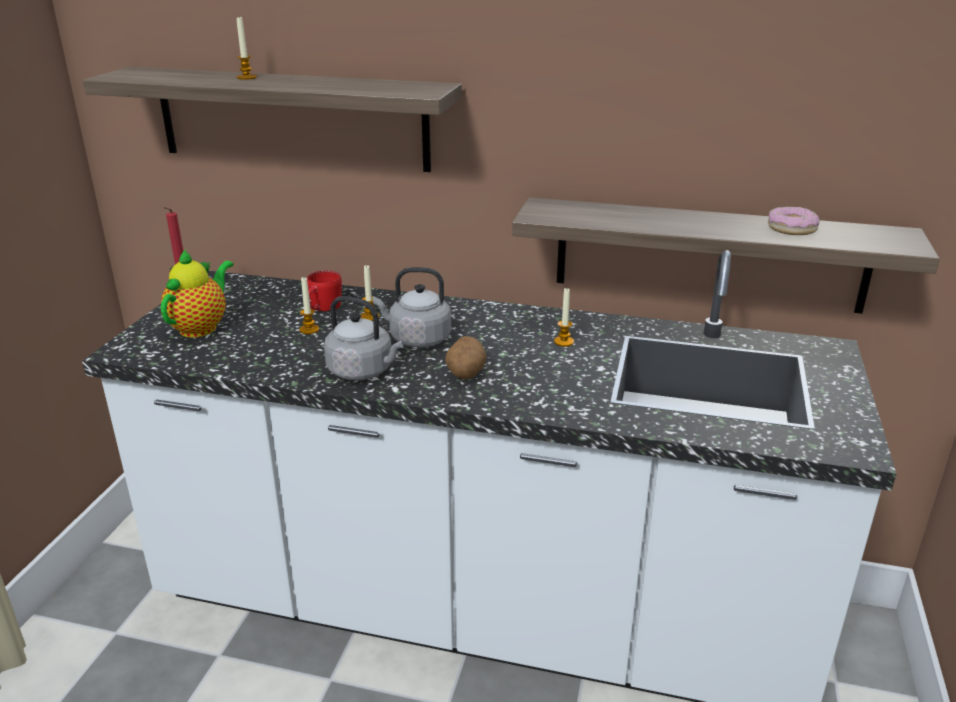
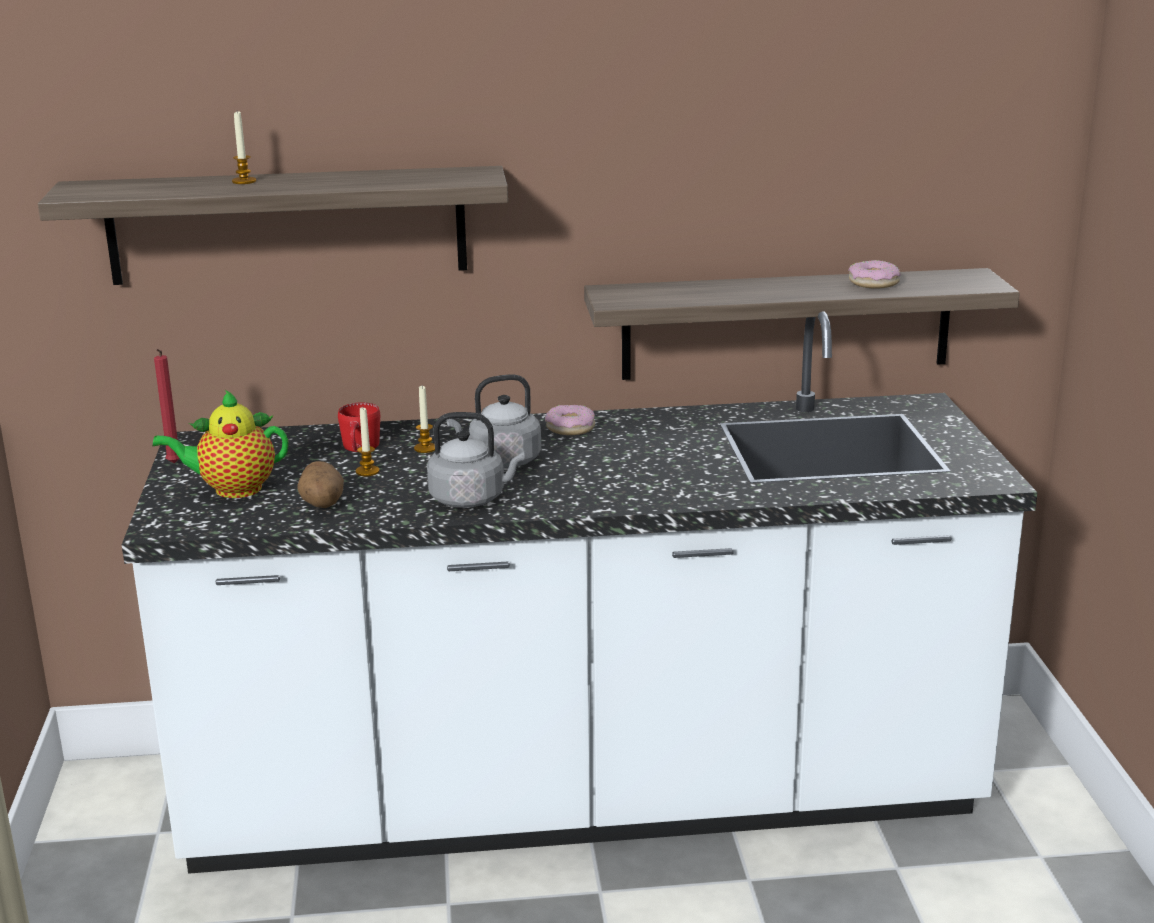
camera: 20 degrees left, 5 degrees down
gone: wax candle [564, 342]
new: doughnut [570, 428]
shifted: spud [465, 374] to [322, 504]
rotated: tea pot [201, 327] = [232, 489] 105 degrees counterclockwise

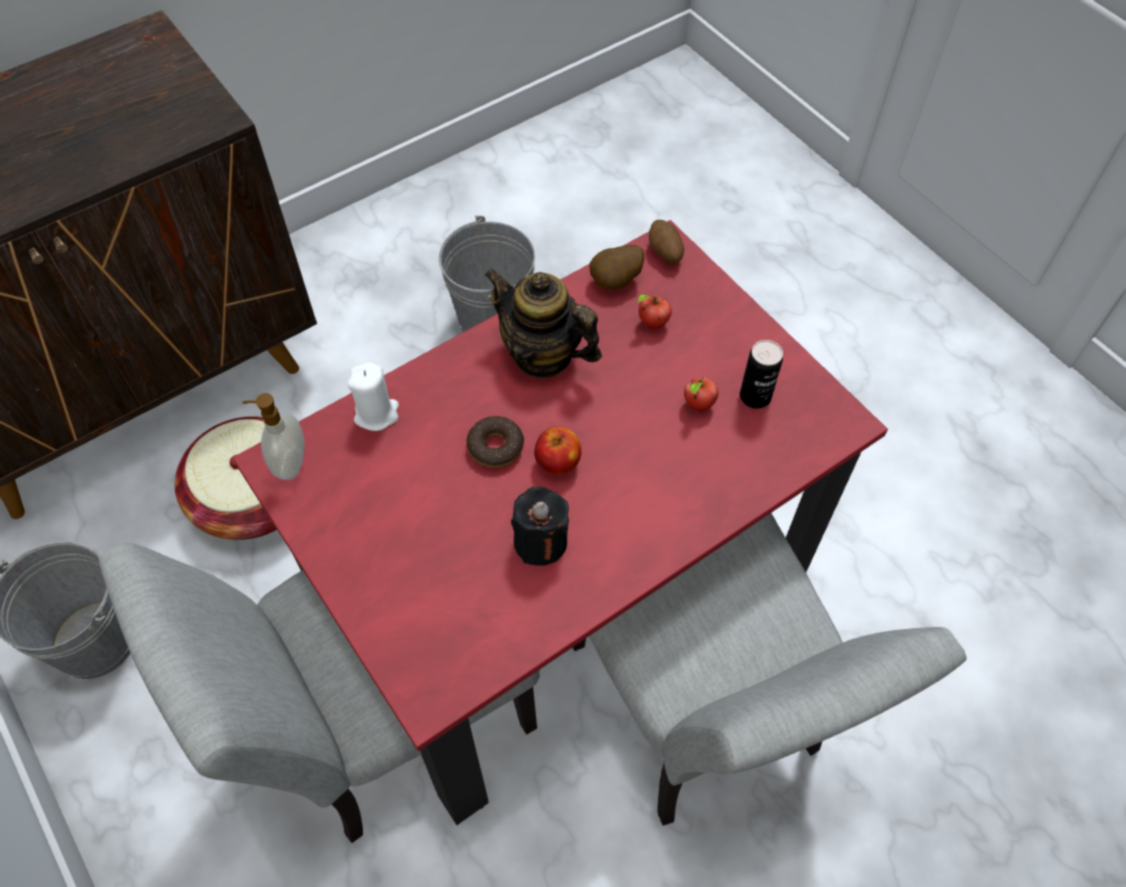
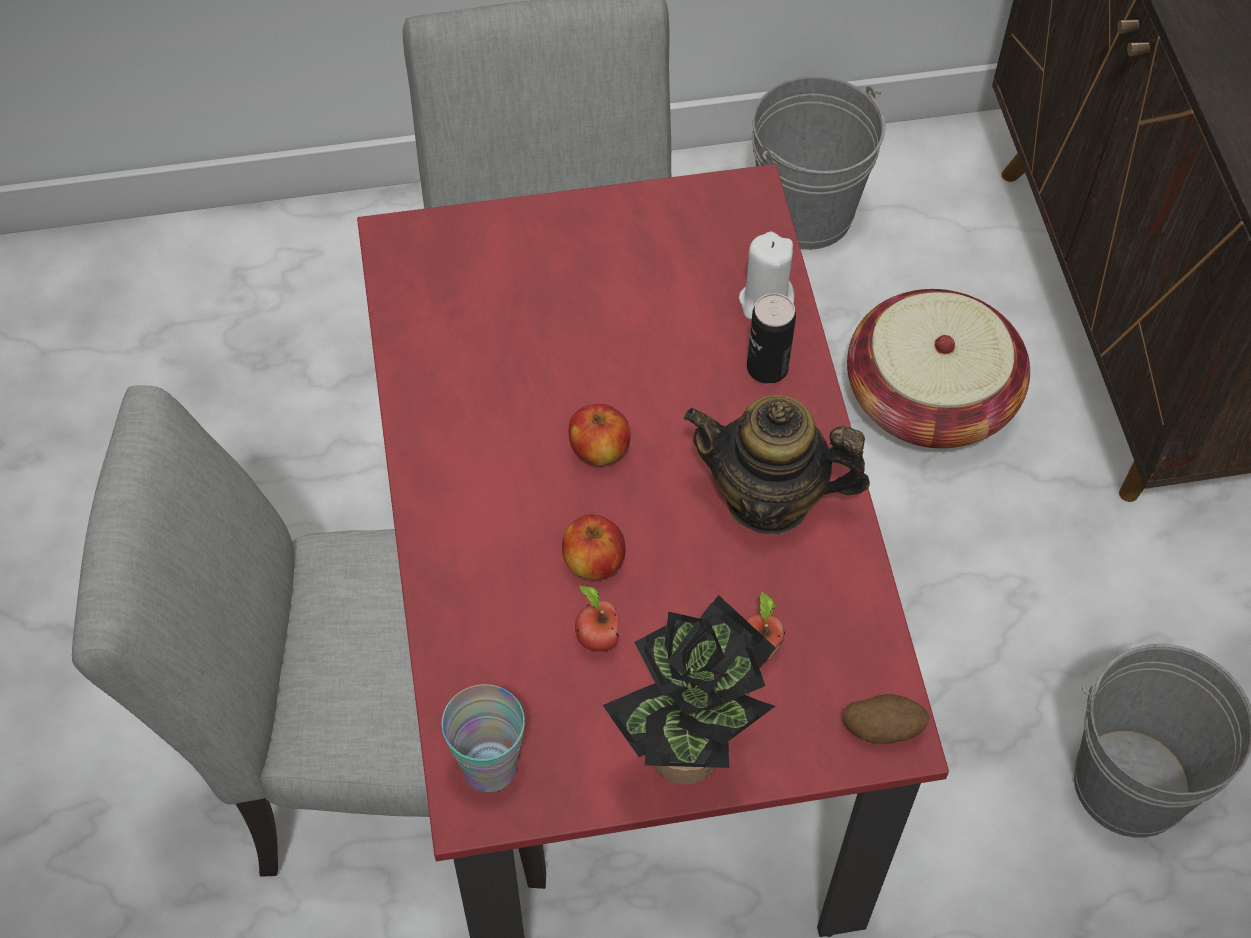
camera: 115 degrees right, 0 degrees up
gone: spud [616, 282]; soap bottle [289, 463]; doughnut [495, 447]; wax candle in blackish [540, 541]
new: whole apple [594, 563]; houseplant [688, 762]; small cup [489, 767]
shifted: can [755, 396] to [767, 368]
rotated: tea pot [543, 355] = [769, 499] 135 degrees counterclockwise

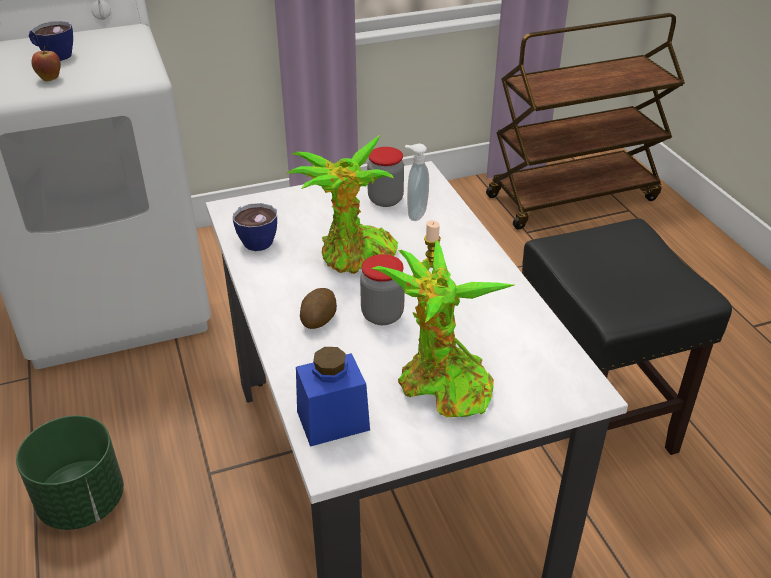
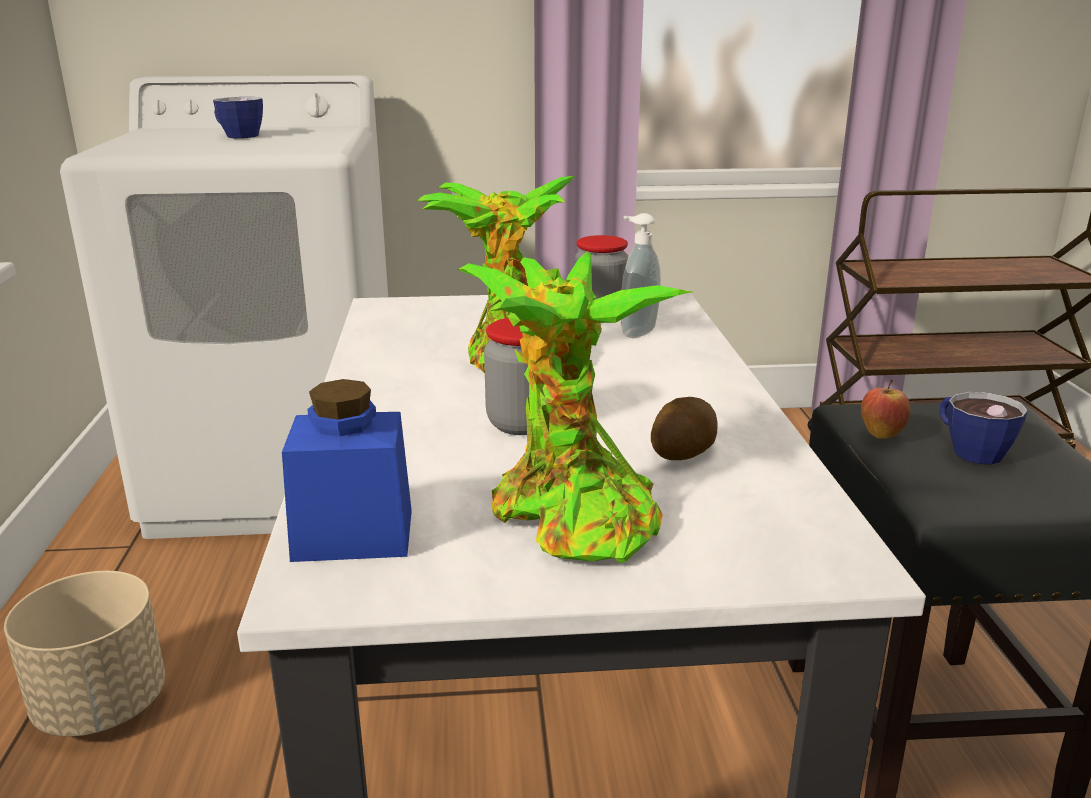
camera: 15 degrees right, 15 degrees down
gone: wax candle [431, 262]
shifted: whole apple [50, 79] to [881, 435]; small cup [254, 240] to [969, 449]; spud [318, 319] to [682, 451]
repainted: flower pot in green [83, 502] to flower pot in sand-coloured [103, 706]

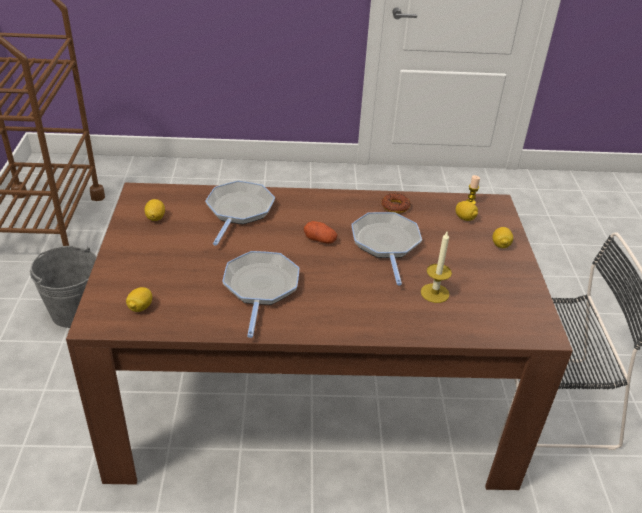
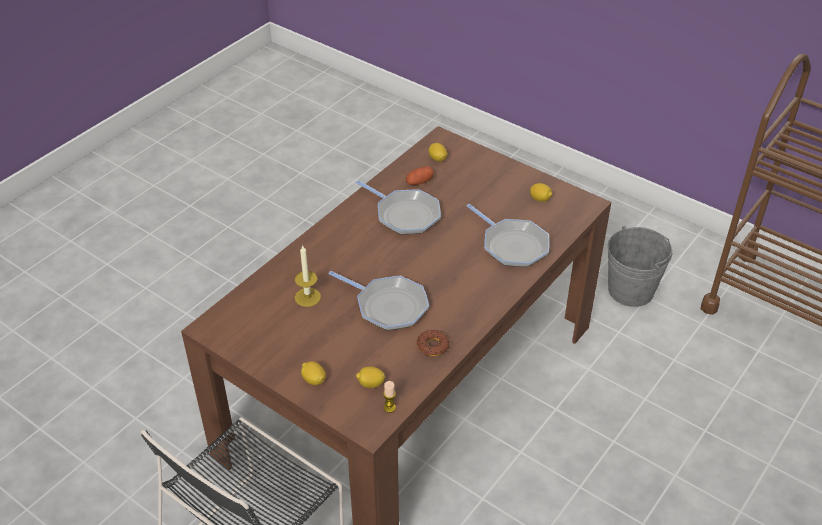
camera: 130 degrees right, 5 degrees up
shifted: spud [320, 239] to [419, 182]

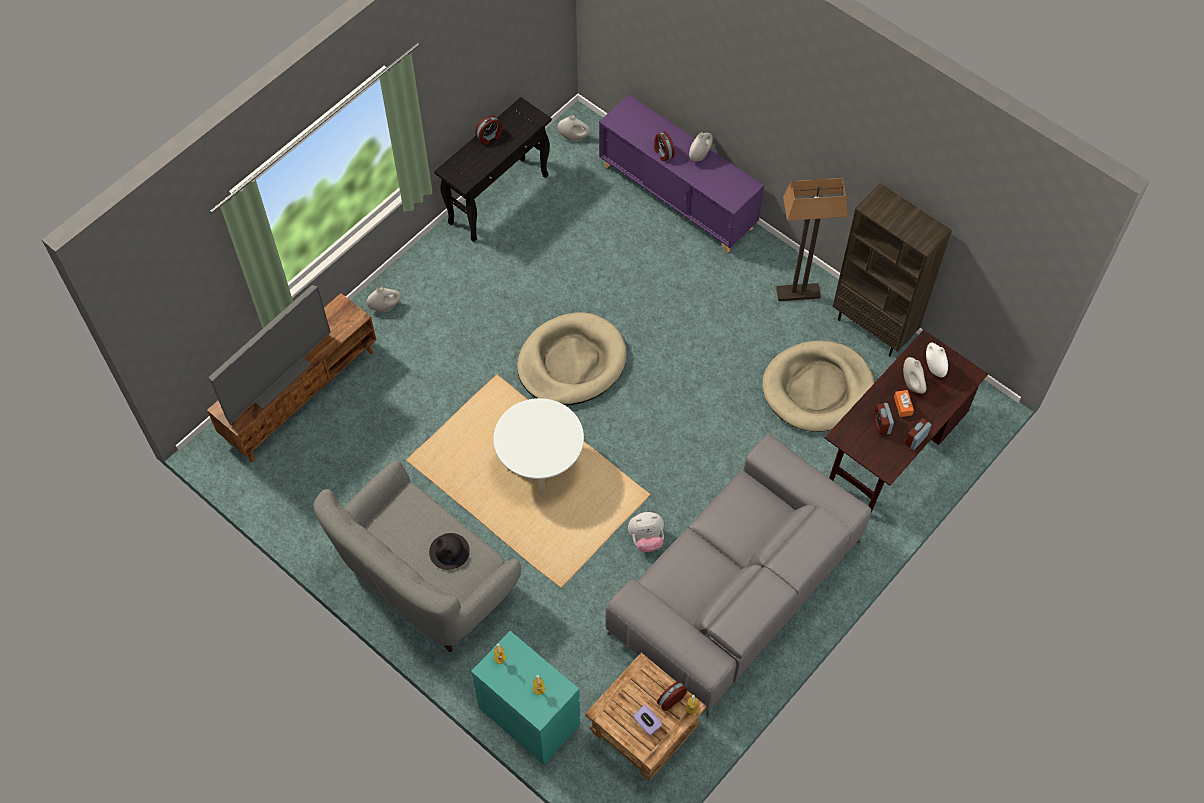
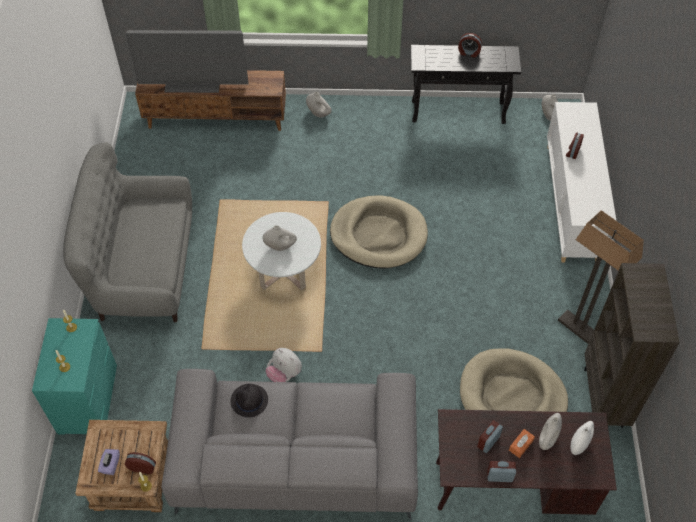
camera: 50 degrees right, 5 degrees down
shifted: flower vase in white-coloured [699, 155] to [280, 246]; wearable hat in blackish [449, 552] to [249, 401]
repainted: storage cabinet in purple-coloured [678, 197] to storage cabinet in white-coloured [572, 202]

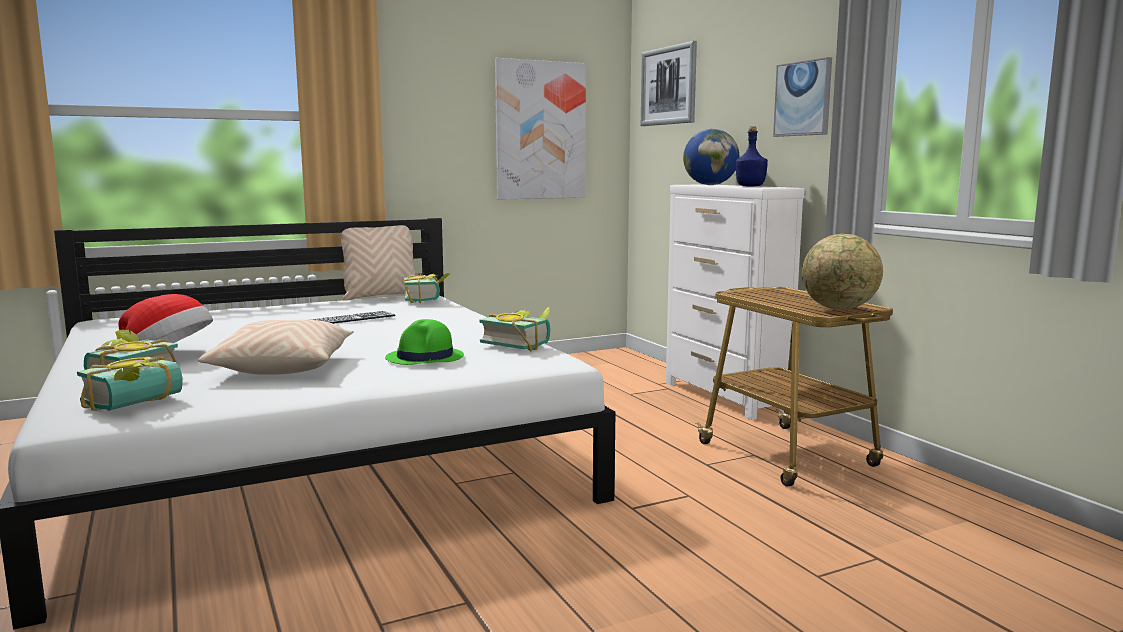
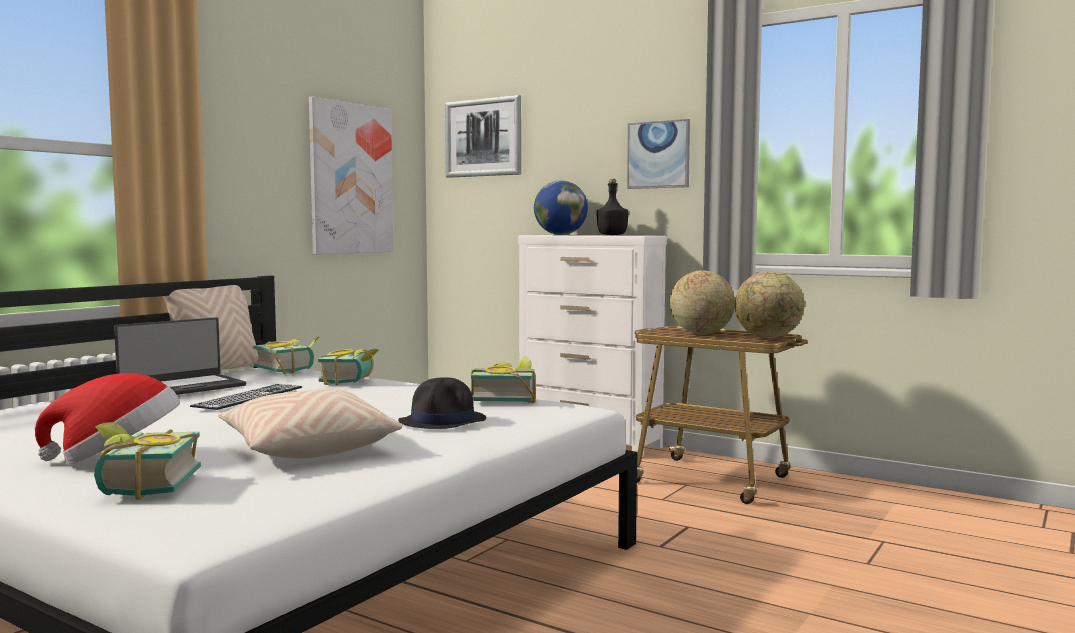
camera: 30 degrees left, 5 degrees down
new: world globe [701, 334]; portable computer [182, 387]
shifted: book [138, 404] to [353, 381]
repainted: beverage bottle in blue [750, 186] to beverage bottle in blackish [611, 235]; wearable hat in green [425, 358] to wearable hat in blackish [443, 421]

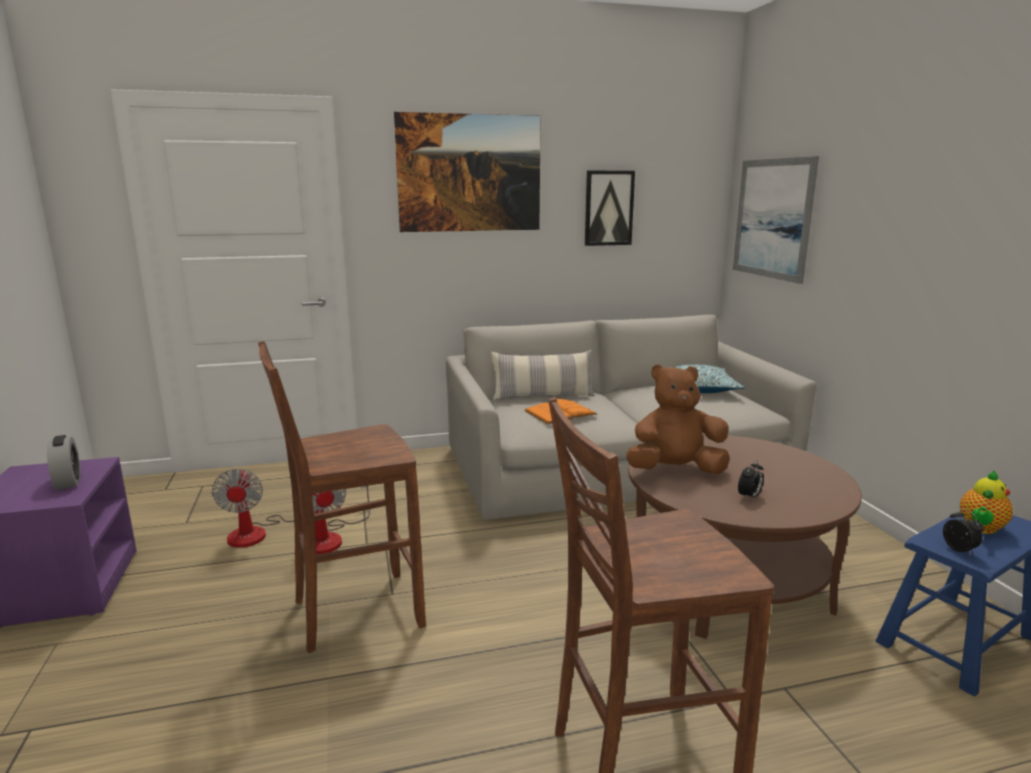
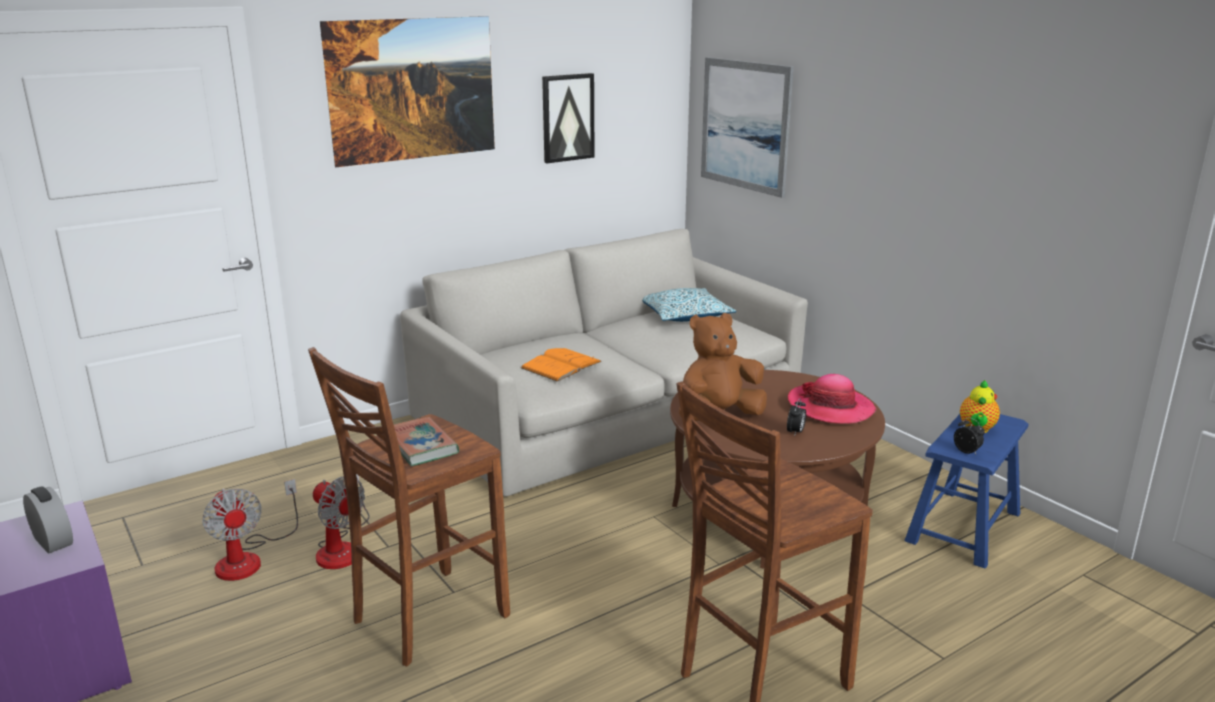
camera: 20 degrees left, 5 degrees up
gone: cushion [542, 396]
new: wearable hat [830, 407]; book [421, 446]

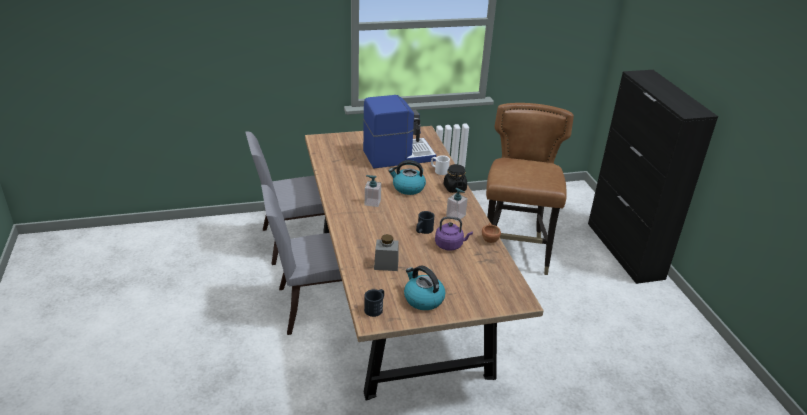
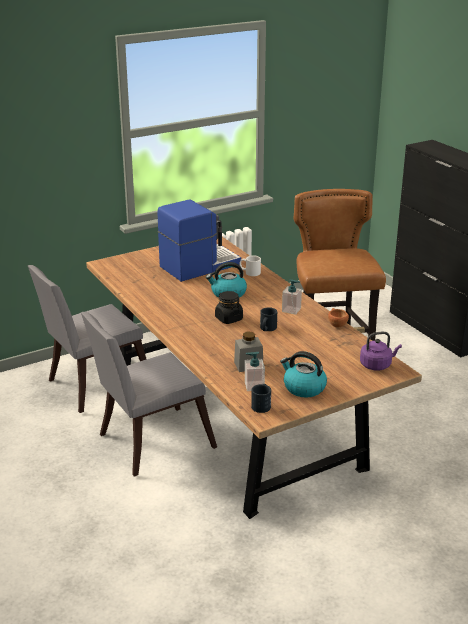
camera: 15 degrees left, 5 degrees down
shifted: jar in blackish [454, 188] to [228, 319]; soap bottle [372, 202] to [254, 386]; tea kettle in purple-coloured [450, 245] to [377, 365]

